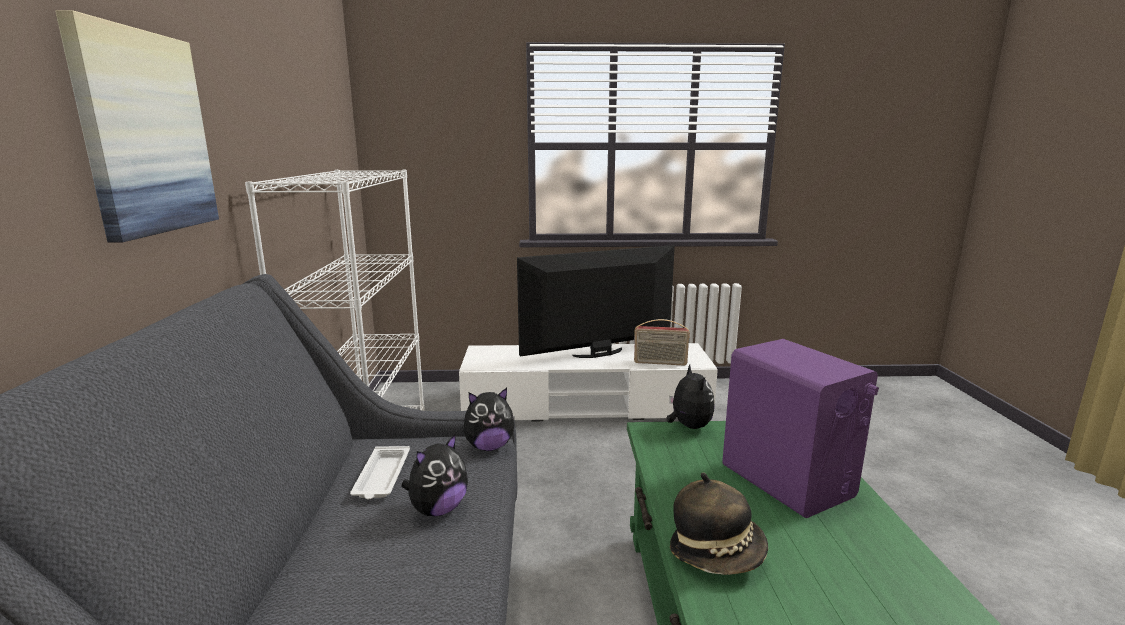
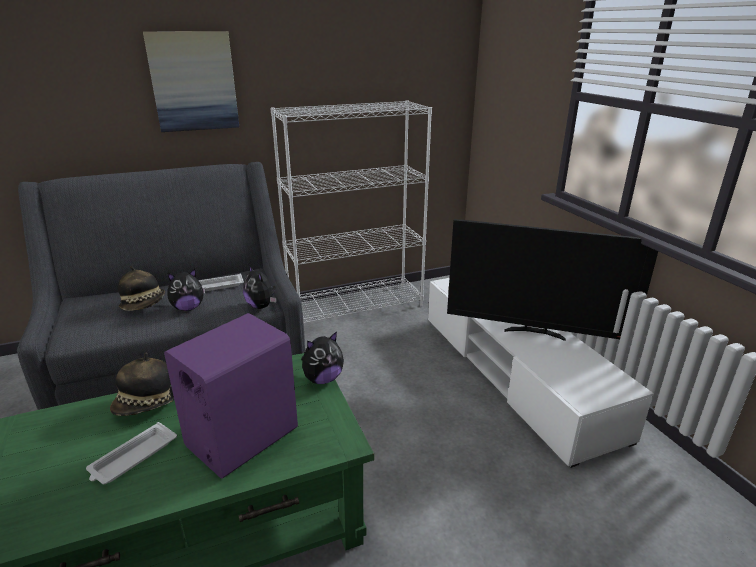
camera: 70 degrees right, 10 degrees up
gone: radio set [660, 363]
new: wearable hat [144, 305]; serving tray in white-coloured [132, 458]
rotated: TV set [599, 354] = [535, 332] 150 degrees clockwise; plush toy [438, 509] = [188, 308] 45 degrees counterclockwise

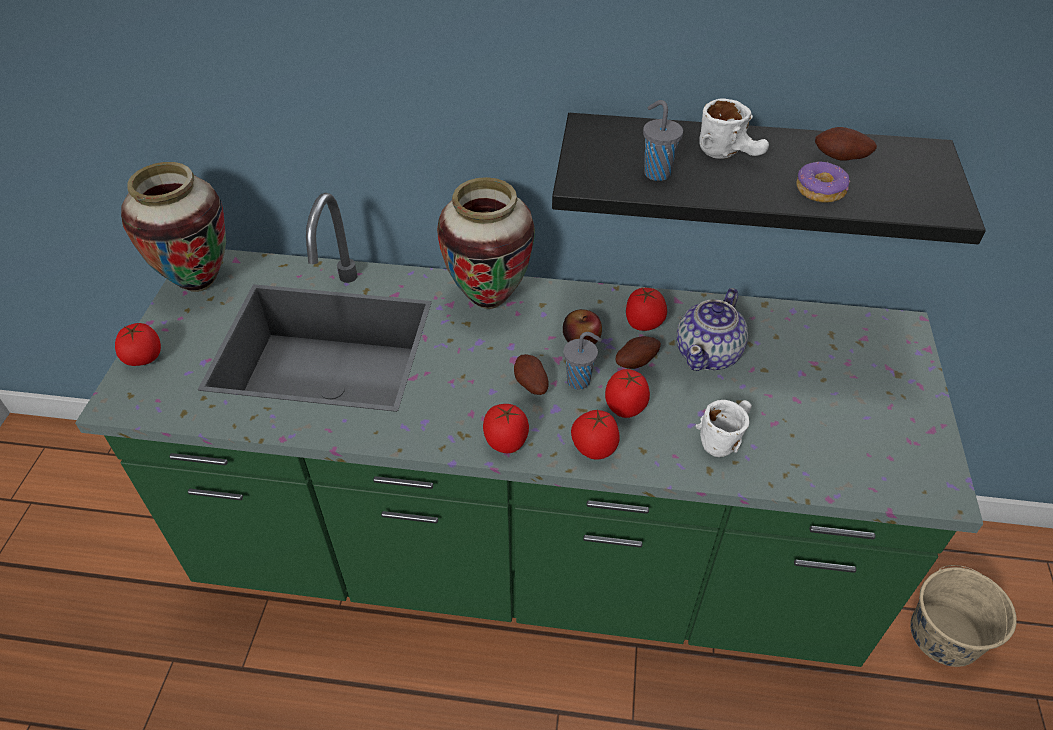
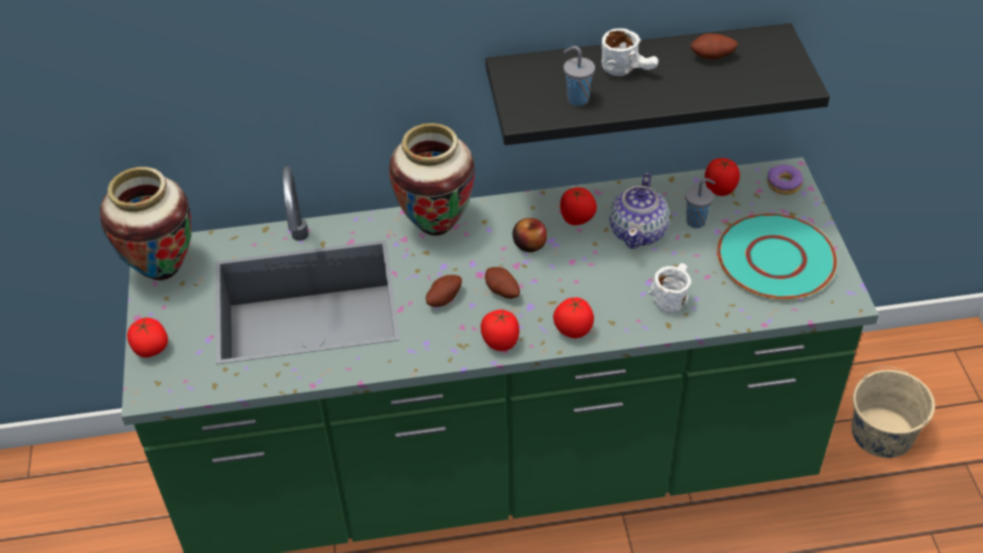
camera: 15 degrees left, 0 degrees up
new: plate in turquoise [775, 258]
shifted: doughnut [820, 190] to [784, 184]; small cup in grey [580, 381] to [697, 221]; spud [635, 361] to [443, 298]; fresh tomato [625, 407] to [719, 189]

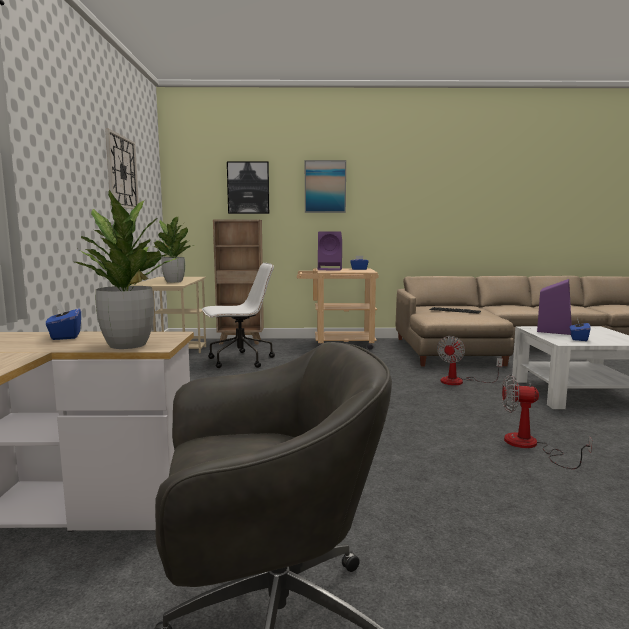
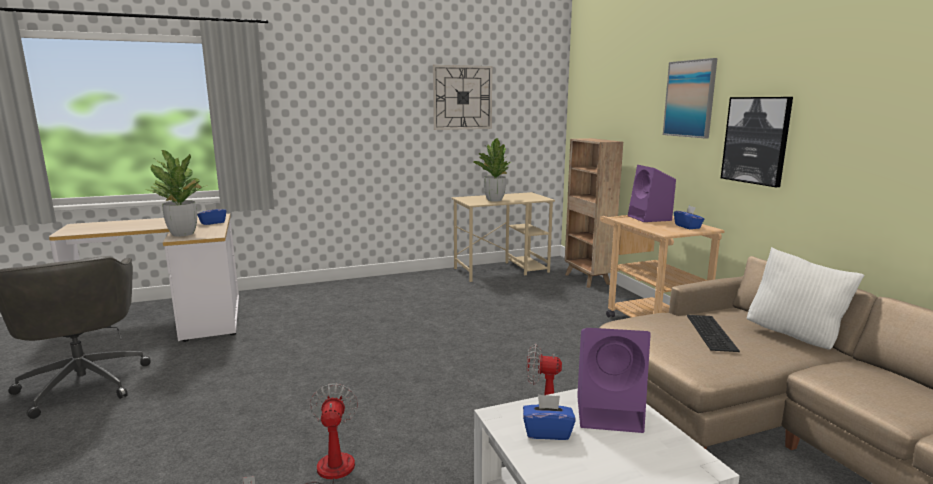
camera: 70 degrees right, 5 degrees up
gone: desk chair in white-coloured [239, 360]
new: cushion in white-coloured [795, 337]
shifted: wall picture [248, 188] to [756, 140]

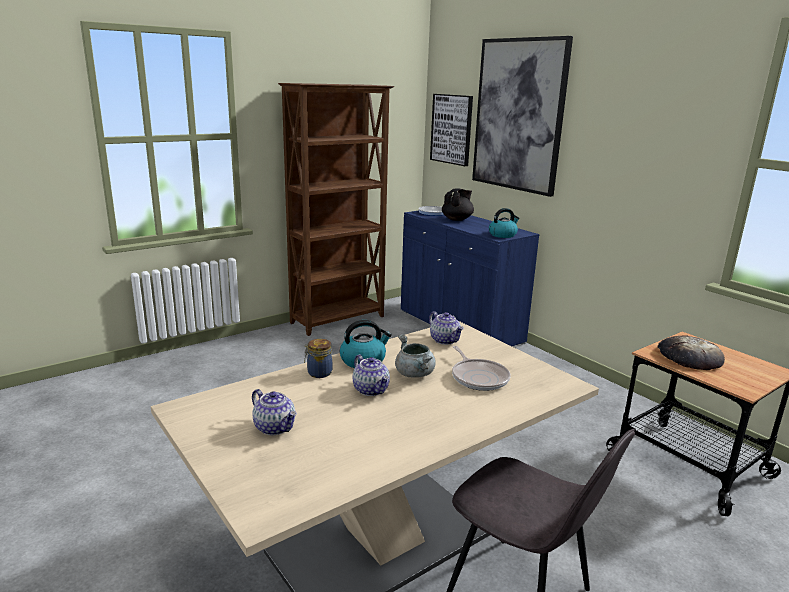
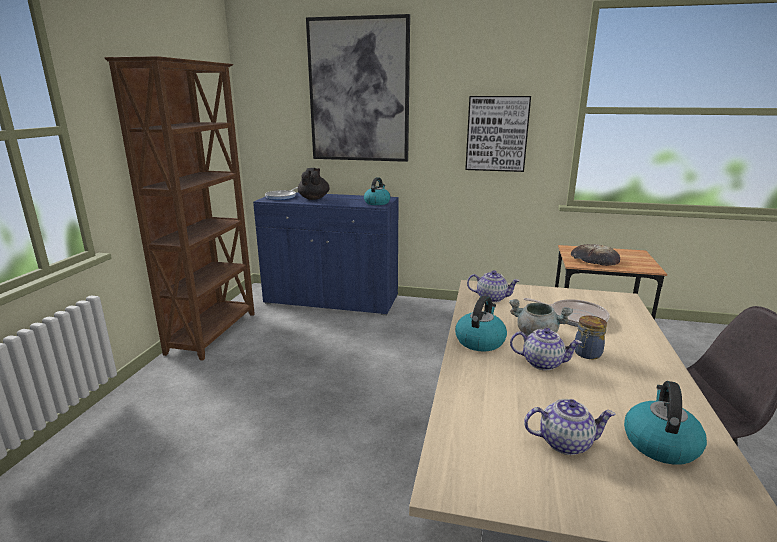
camera: 40 degrees left, 0 degrees up
new: tea kettle [660, 443]
shifted: wall picture [452, 129] to [497, 134]; jar [318, 373] to [586, 354]

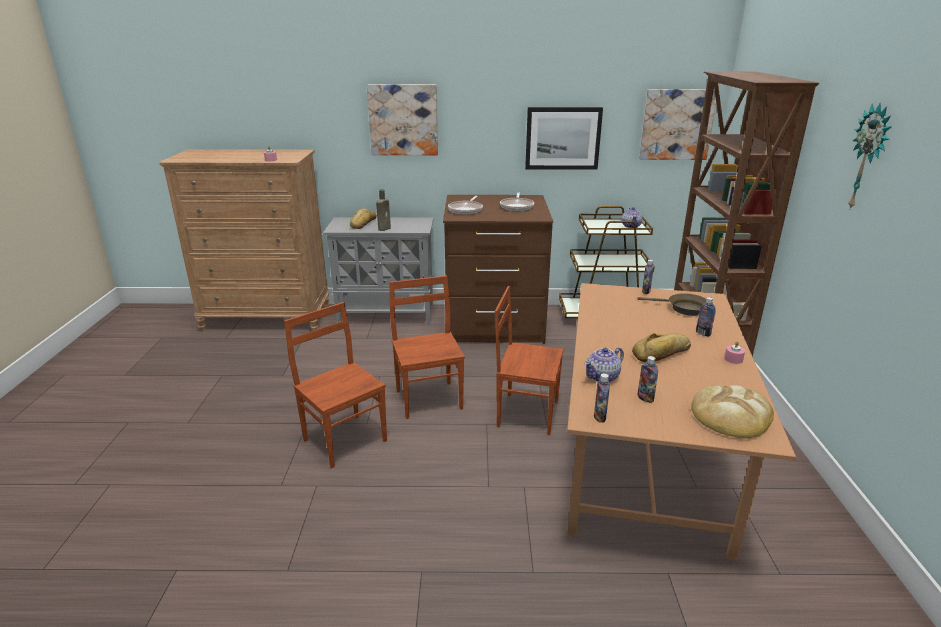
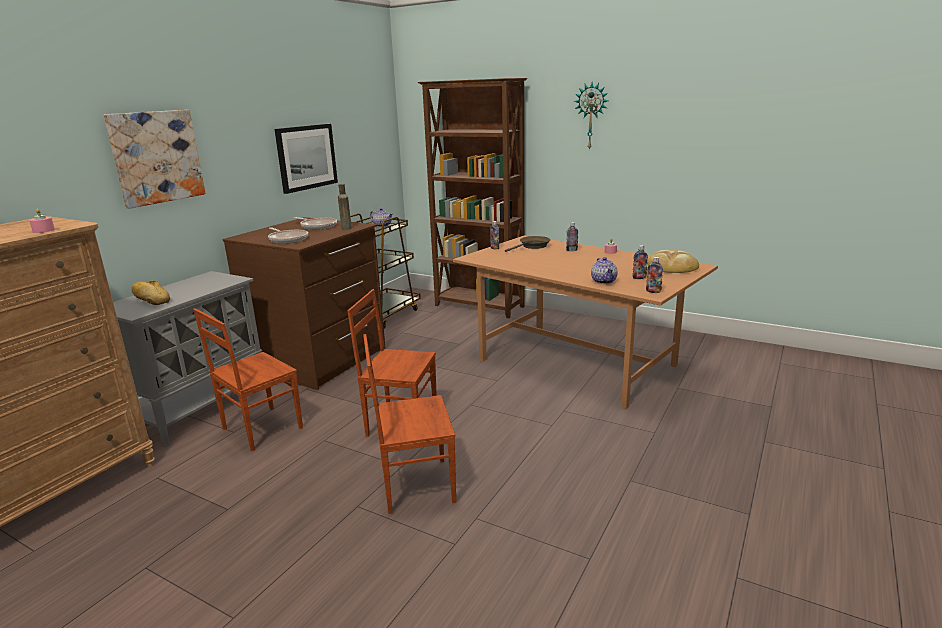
camera: 60 degrees left, 5 degrees down
gone: wall picture [676, 124]; baked bread [662, 353]
shifted: beverage bottle in brown-coloured [385, 228] to [346, 227]; upright chair in brown-coloured [527, 413] to [260, 428]

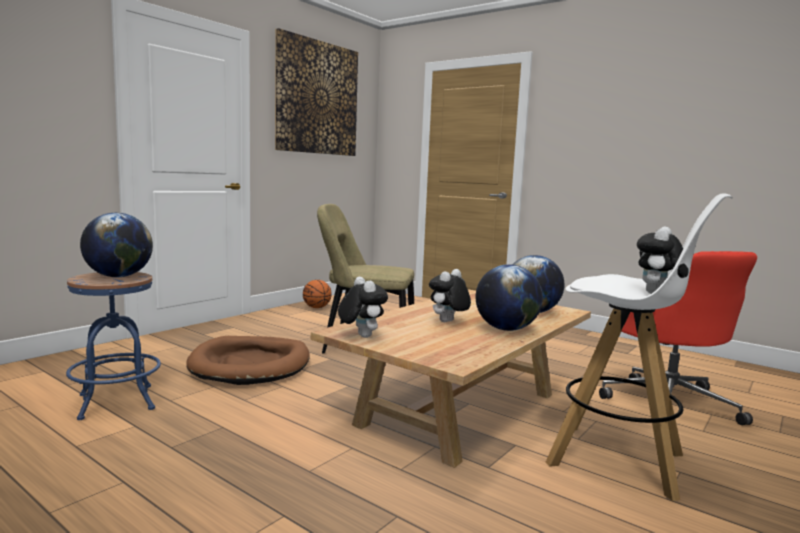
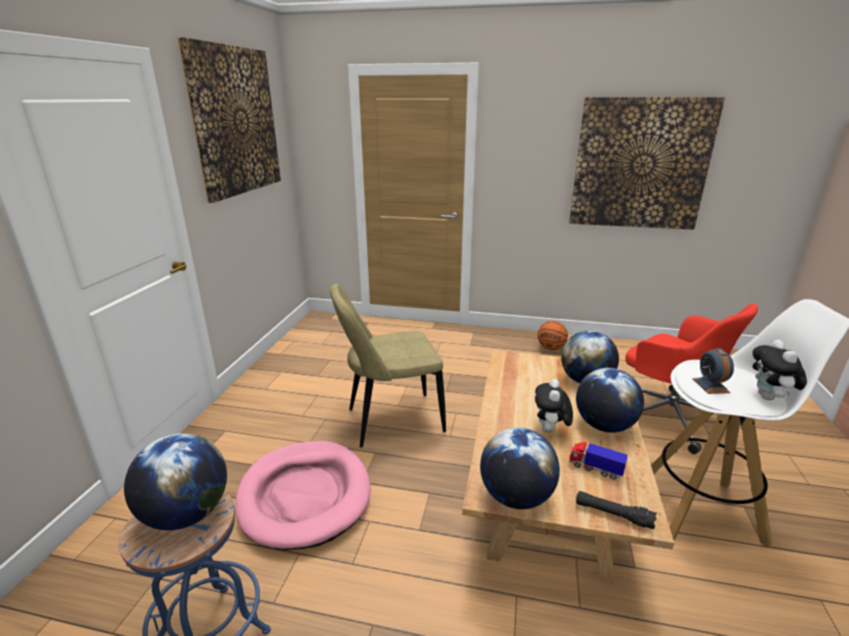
camera: 25 degrees left, 15 degrees up
new: wall picture [640, 164]; table clock [710, 385]; model truck [595, 469]; torch in blackish [613, 515]
shifted: basketball [316, 307] to [551, 348]
swapped: plush toy [361, 336] to world globe [516, 497]
repainted: pet bed in brown-coloured [251, 365] to pet bed in pink [305, 496]

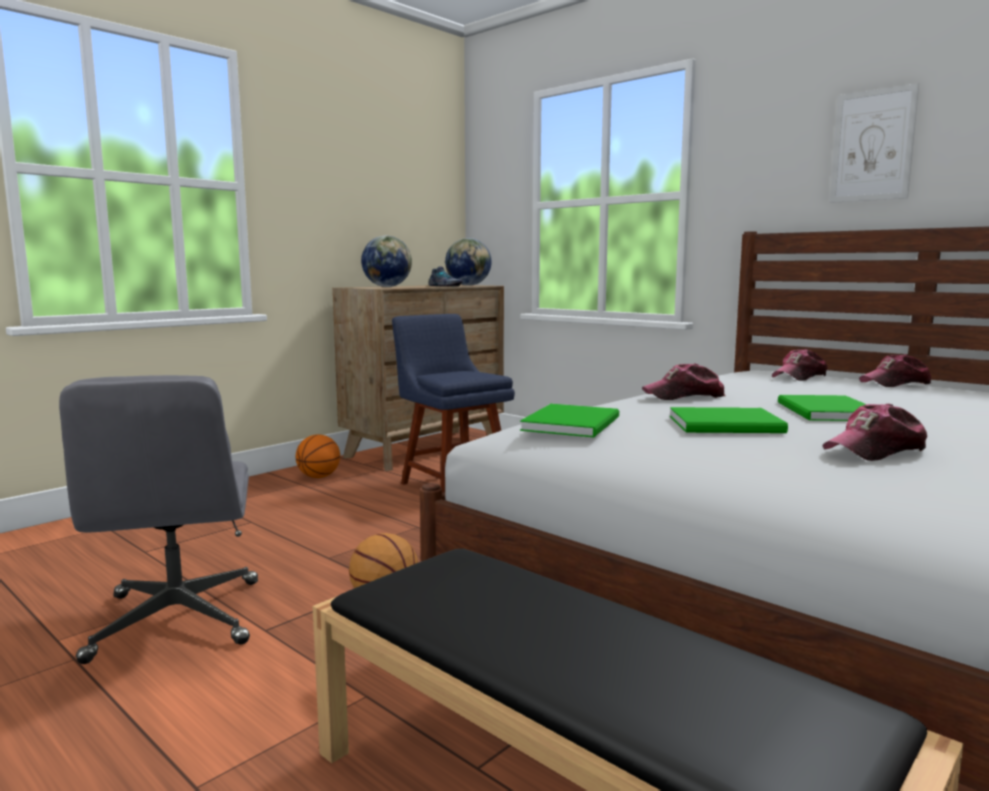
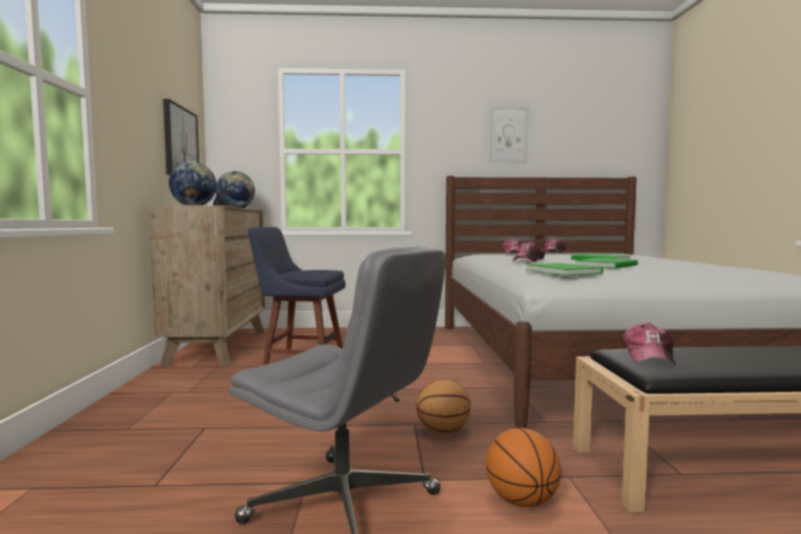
camera: 45 degrees left, 5 degrees down
new: wall picture [180, 143]
shifted: cap [875, 450] to [649, 356]; basketball [319, 477] to [522, 501]

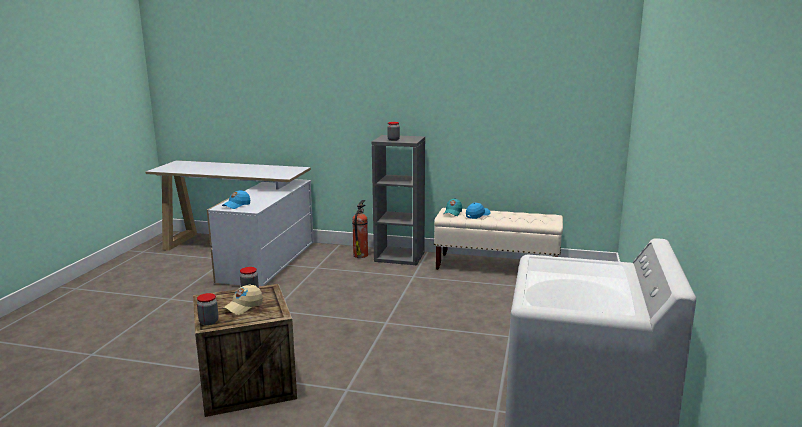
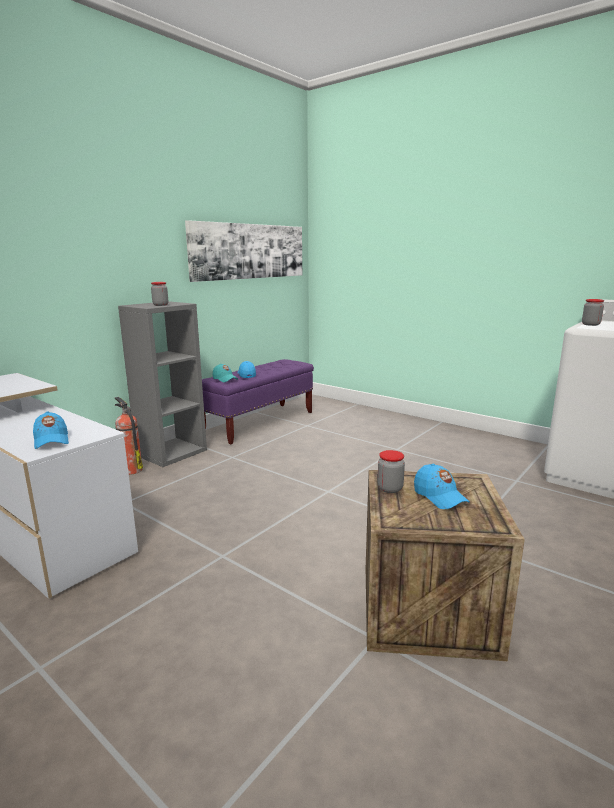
camera: 65 degrees left, 0 degrees up
new: wall picture [249, 251]
shifted: jar [209, 322] to [590, 324]
repainted: bench in sand-coloured [497, 267] to bench in purple-coloured [259, 423]; cap in sand-coloured [243, 307] to cap in blue [439, 497]

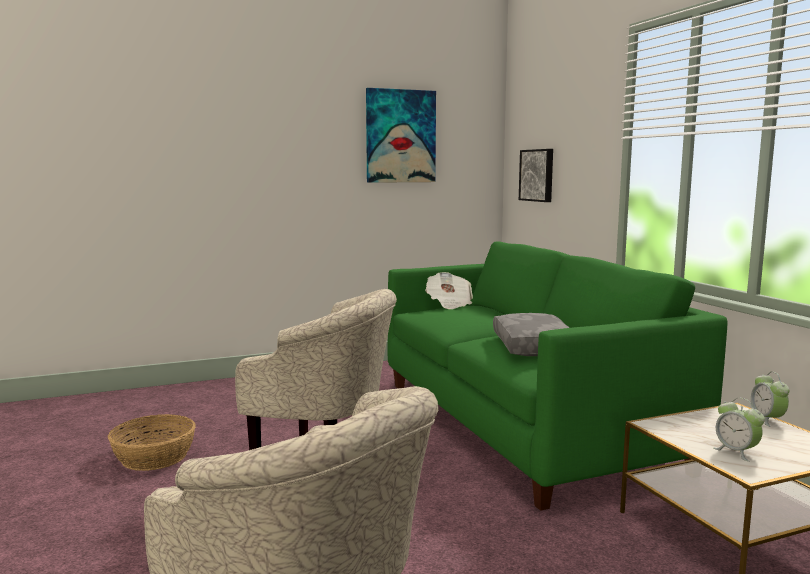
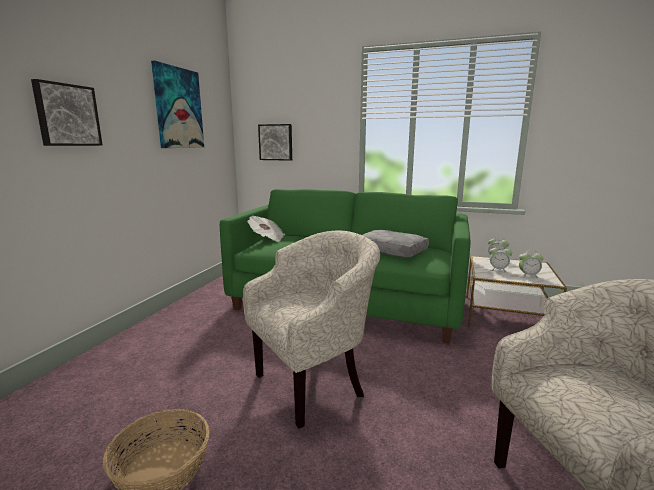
camera: 50 degrees left, 5 degrees up
new: wall picture [67, 115]; table clock [498, 270]

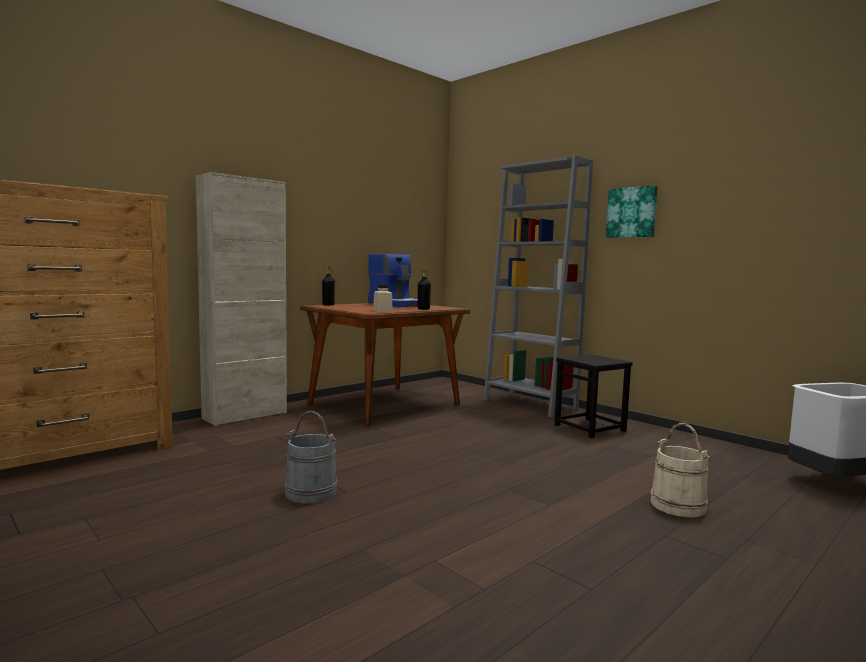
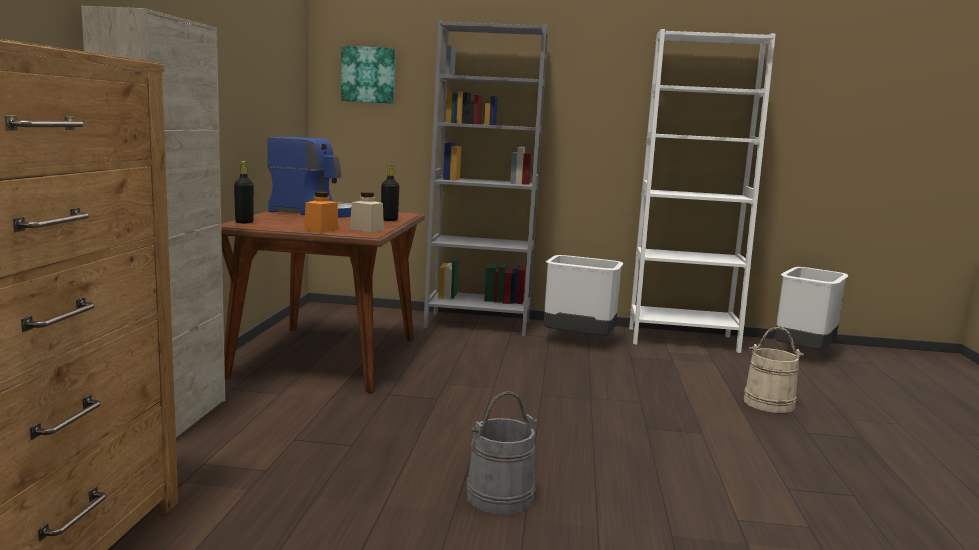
camera: 40 degrees left, 5 degrees up
new: shelving unit in white-coloured [682, 339]; jar in orange-coloured [321, 230]
shifted: wall picture [632, 212] to [368, 75]
swapped: sitting stool in blackish [590, 428] to trash can in white-coloured [579, 341]

